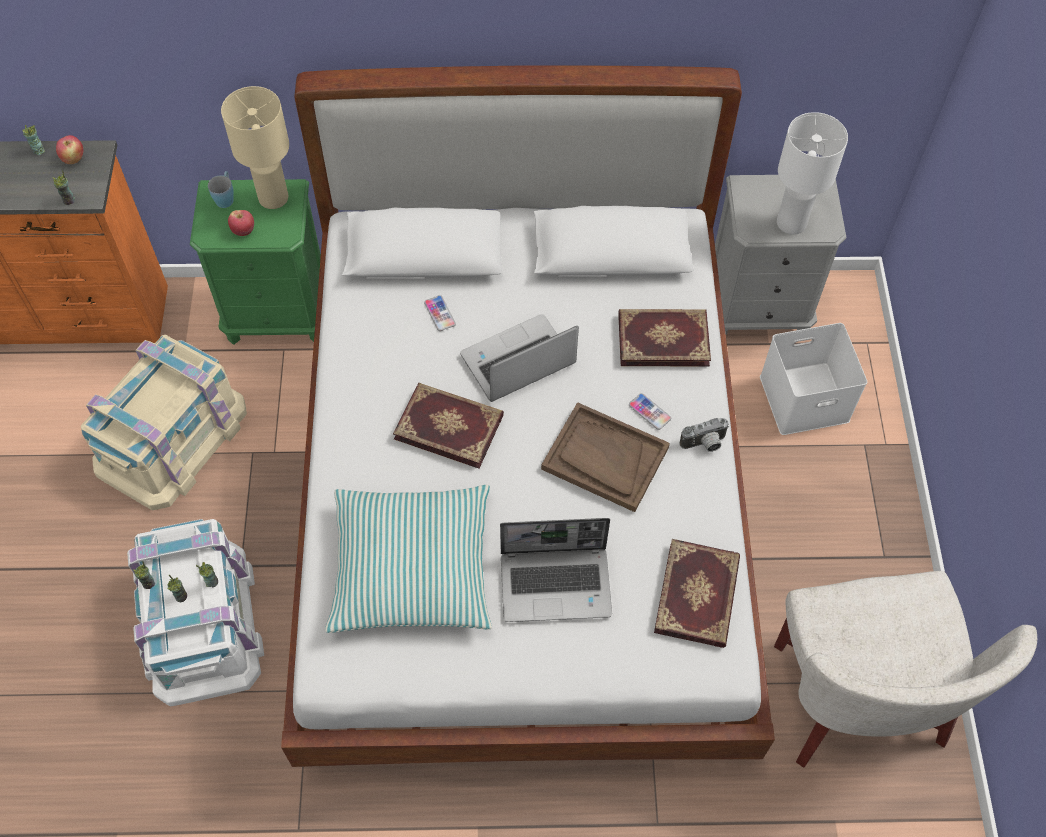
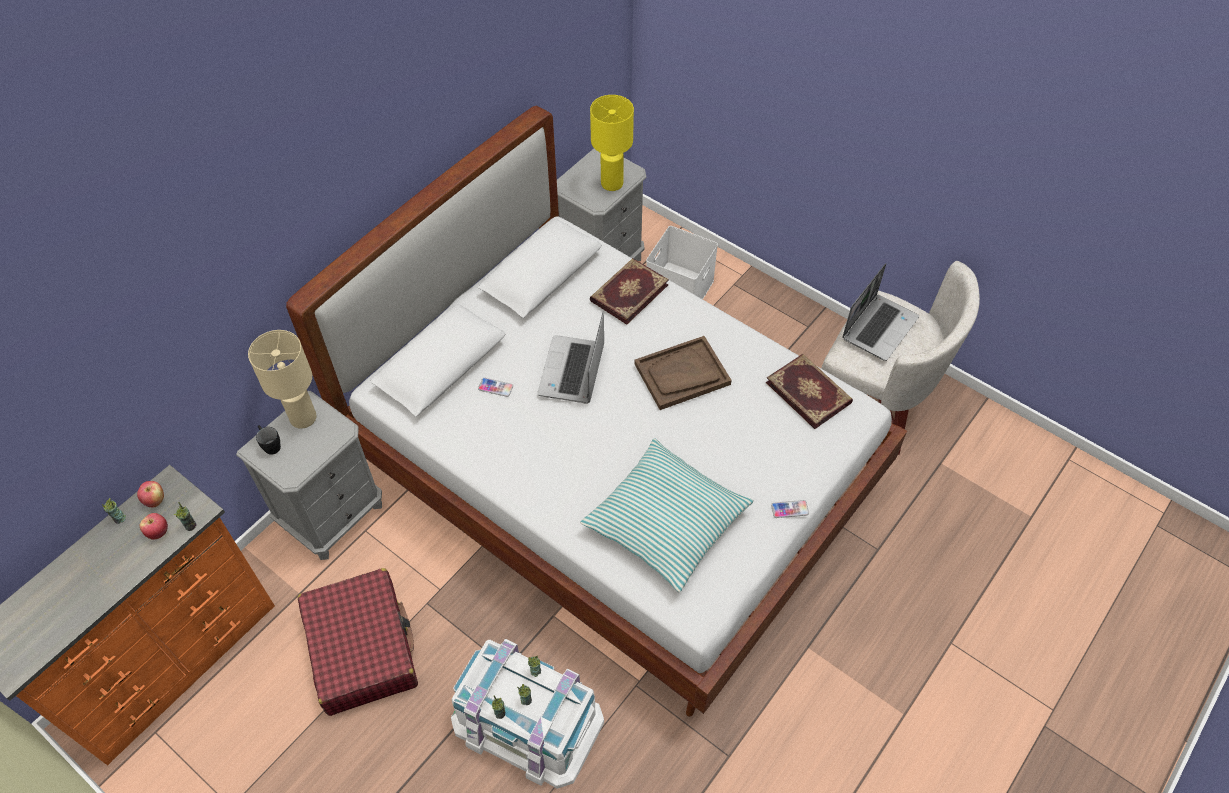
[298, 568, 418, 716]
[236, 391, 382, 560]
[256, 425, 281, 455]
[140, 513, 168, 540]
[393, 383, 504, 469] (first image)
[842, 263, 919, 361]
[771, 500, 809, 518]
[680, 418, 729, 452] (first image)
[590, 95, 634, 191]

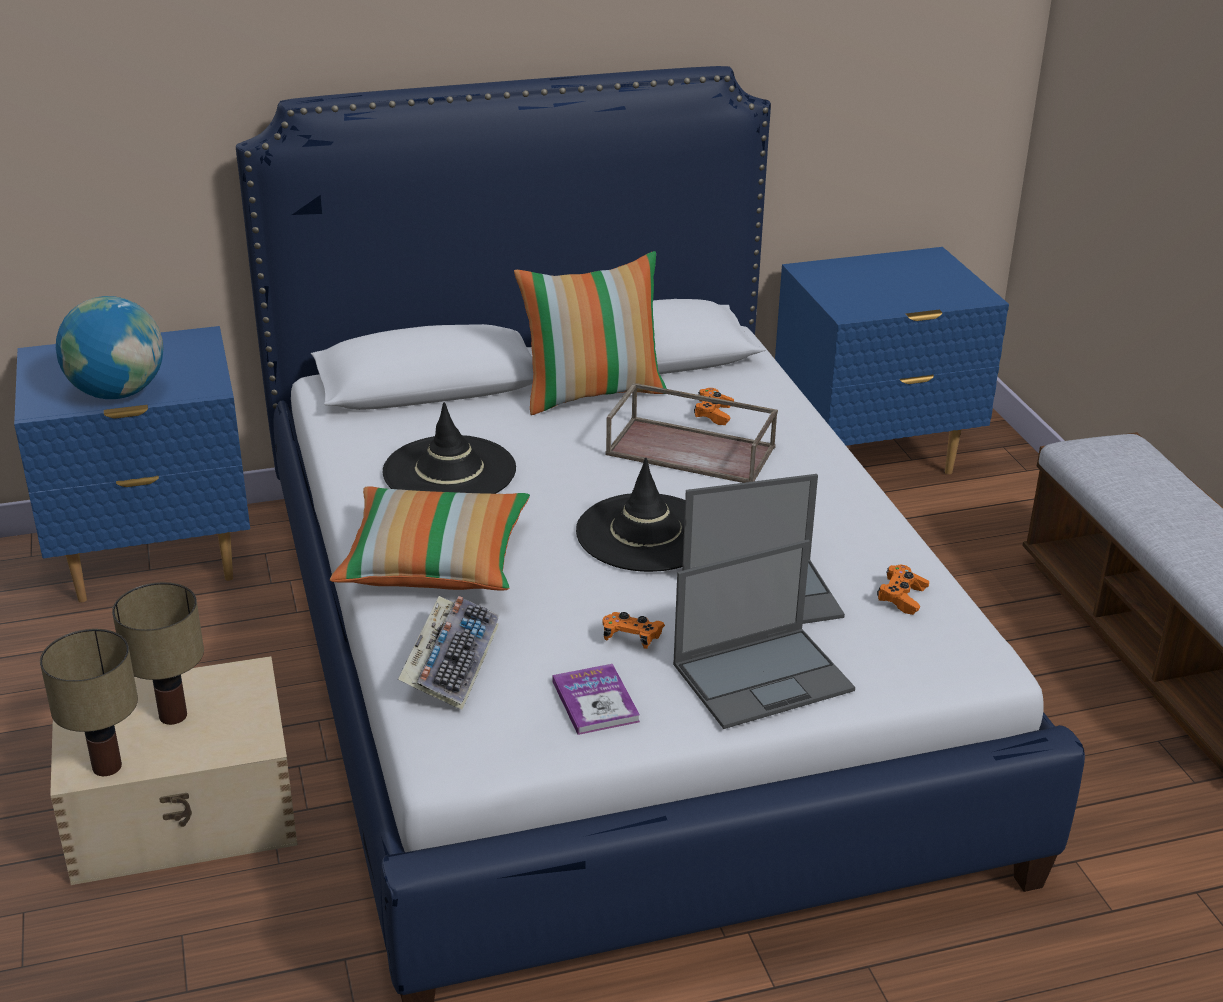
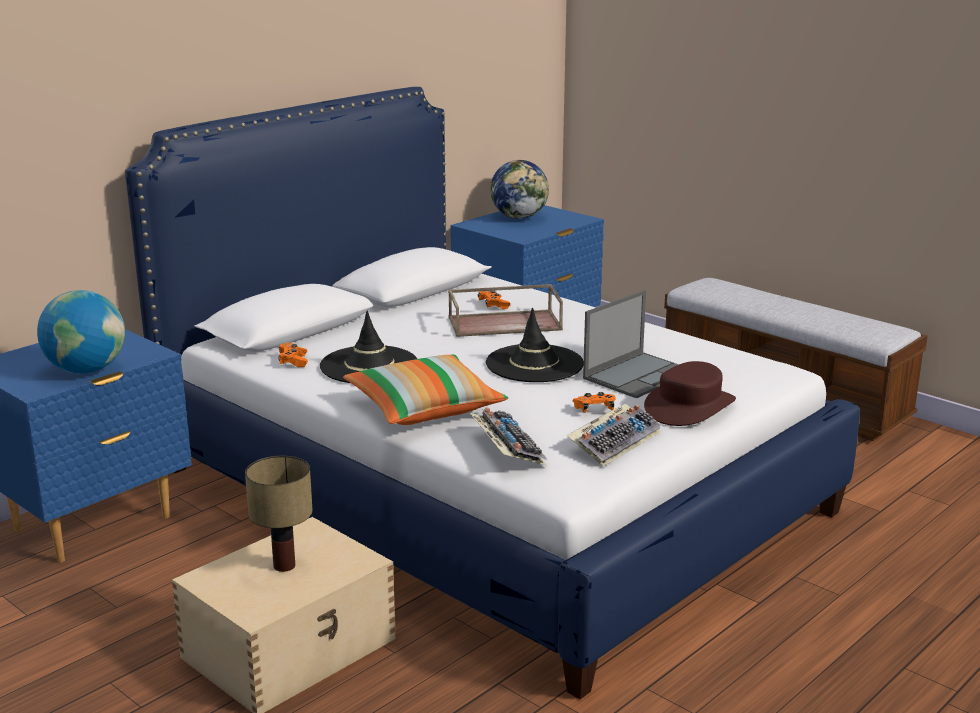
[40, 629, 138, 776] (first image)
[514, 251, 667, 415] (first image)
[567, 403, 662, 466]
[644, 361, 736, 426]
[278, 343, 308, 367]
[490, 160, 549, 219]

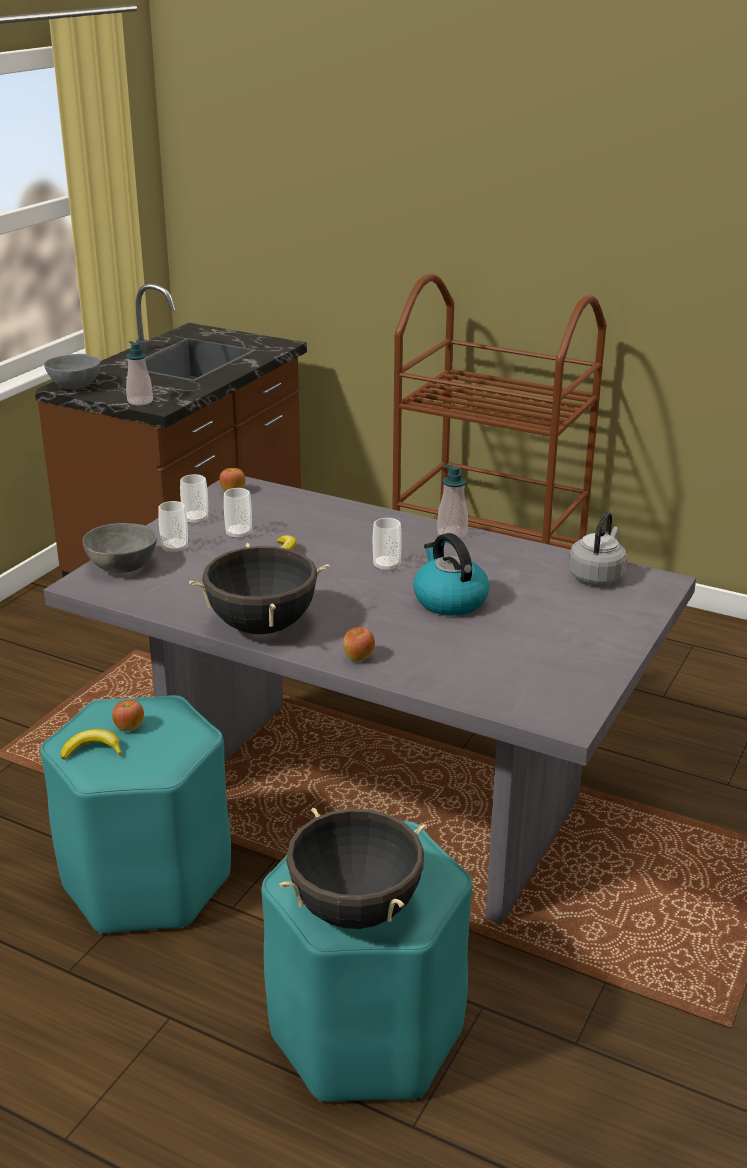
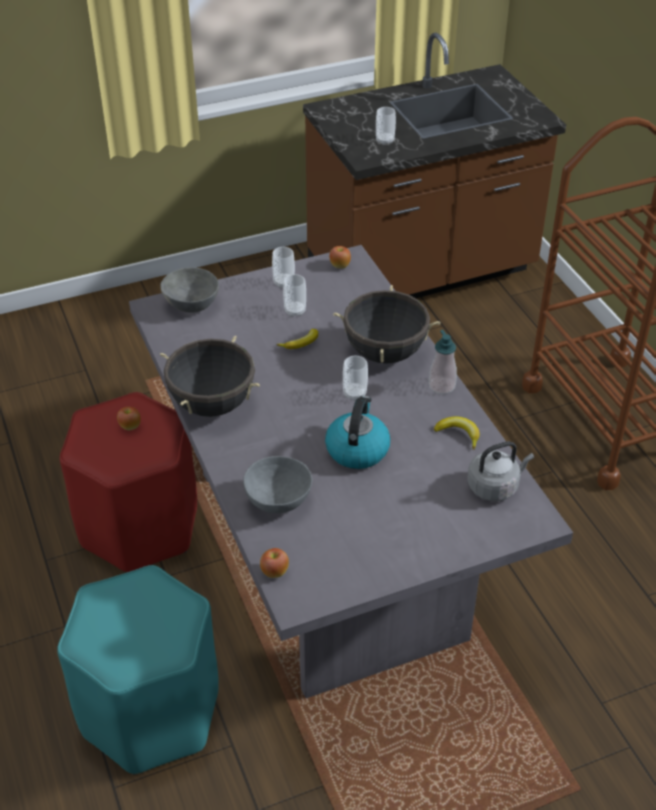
[60, 392, 197, 572]
[243, 456, 312, 513]
[434, 416, 480, 449]
[126, 341, 153, 405] (first image)
[376, 107, 396, 145]
[333, 285, 441, 364]
[260, 548, 289, 578]

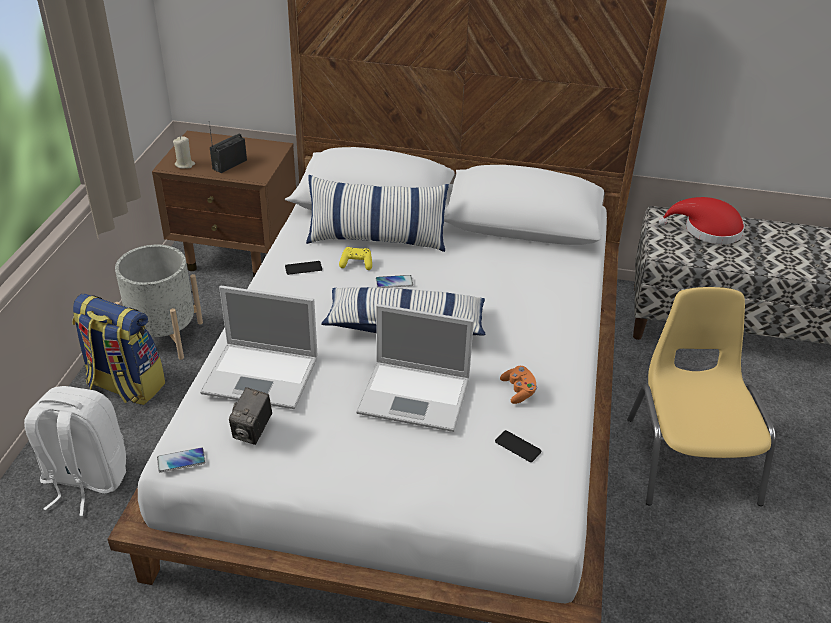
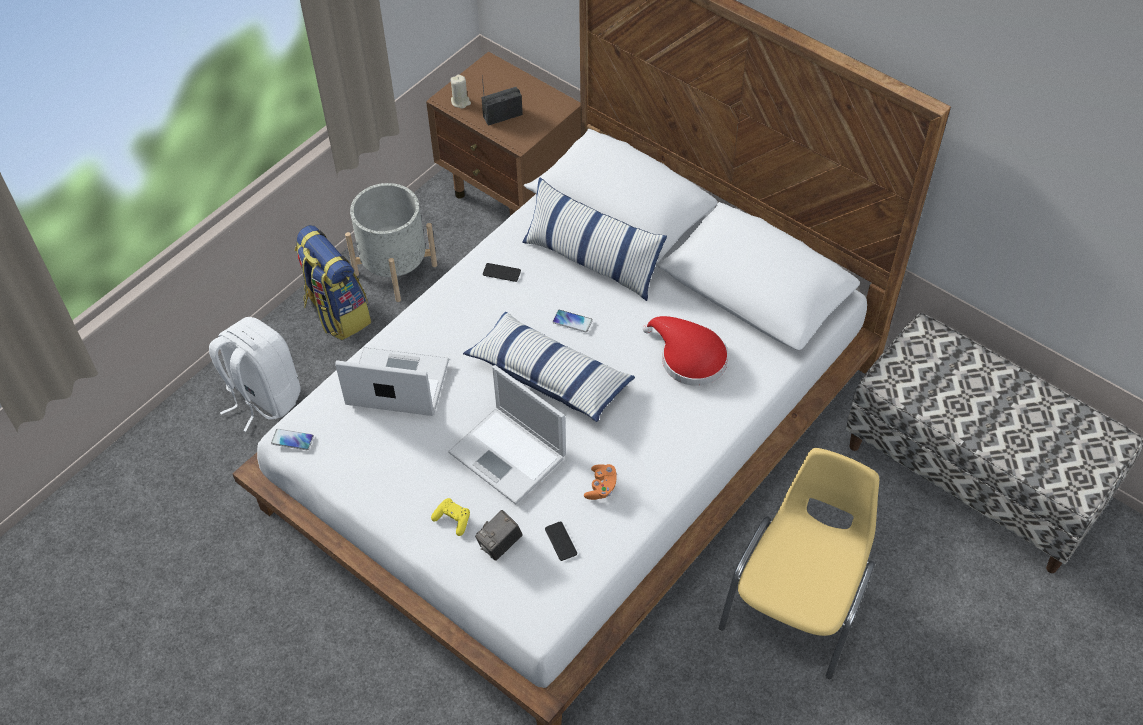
[335, 347, 449, 416]
[475, 510, 523, 561]
[431, 498, 470, 536]
[643, 316, 728, 386]

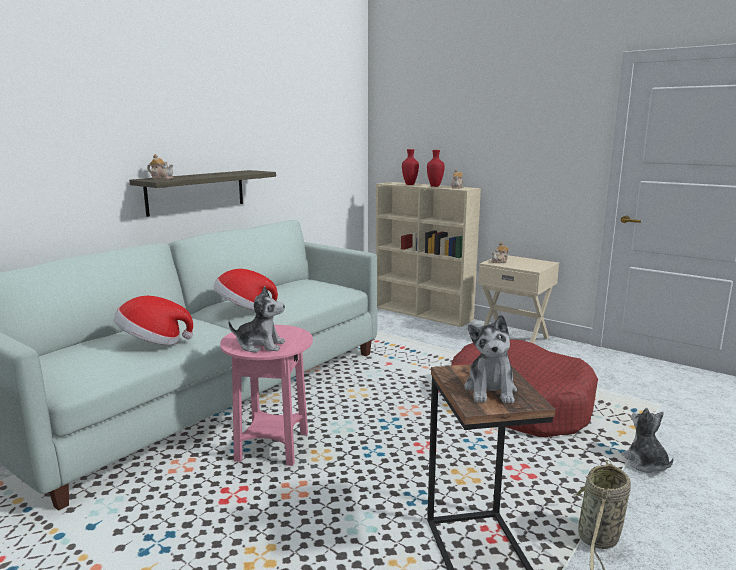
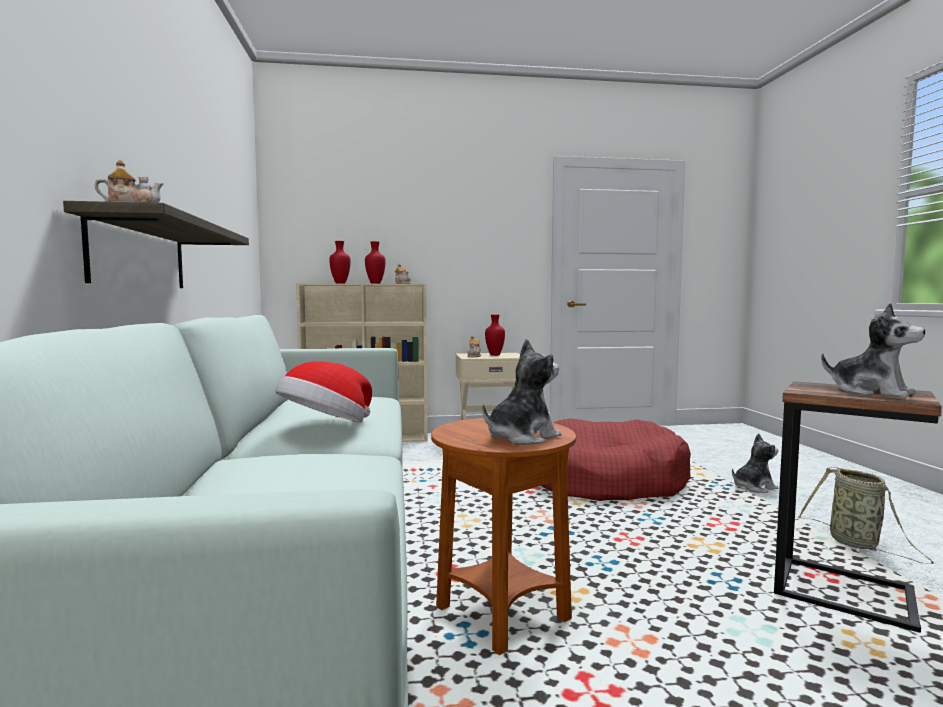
[113, 296, 193, 345] (first image)
[431, 418, 576, 655]
[732, 433, 778, 493]
[485, 314, 505, 356]

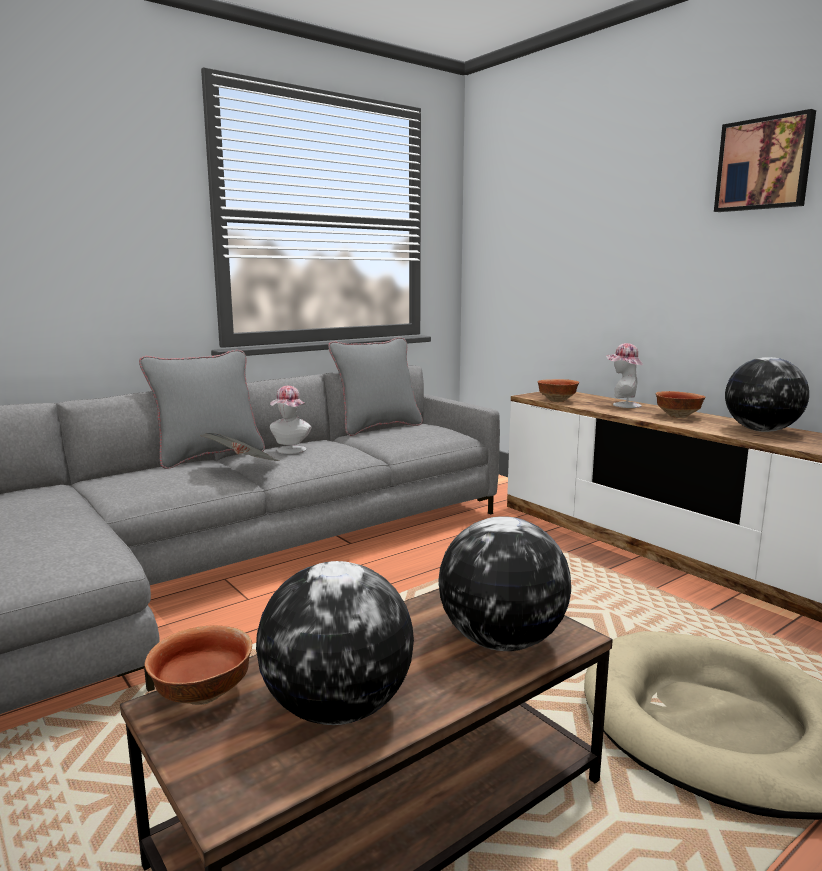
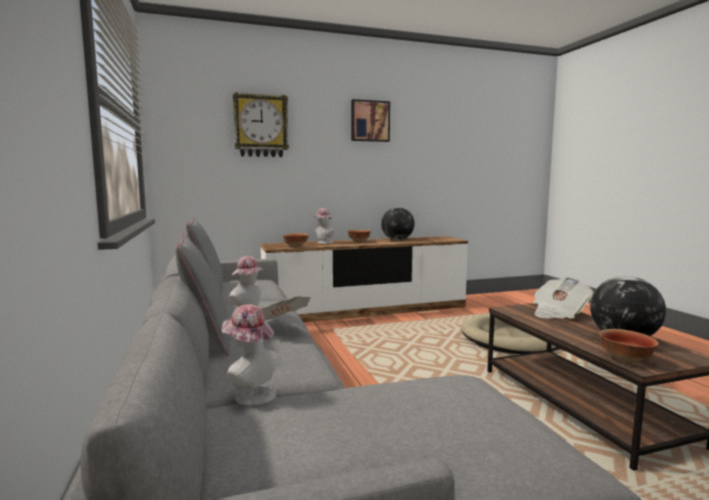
[533, 277, 593, 319]
[222, 304, 279, 406]
[233, 92, 289, 157]

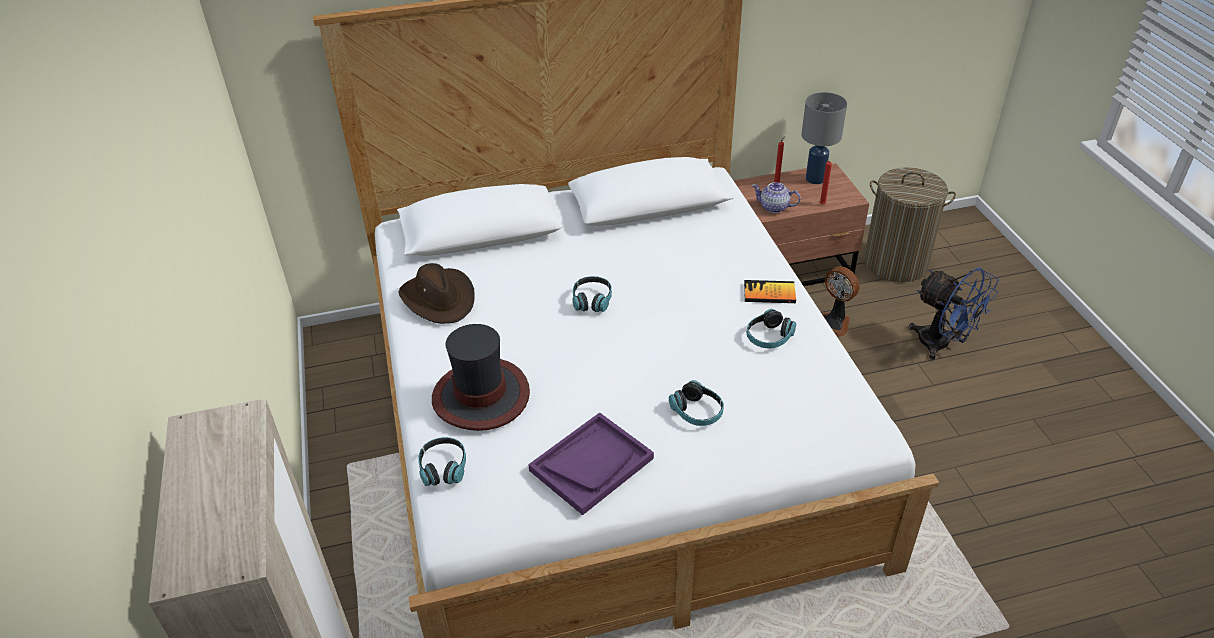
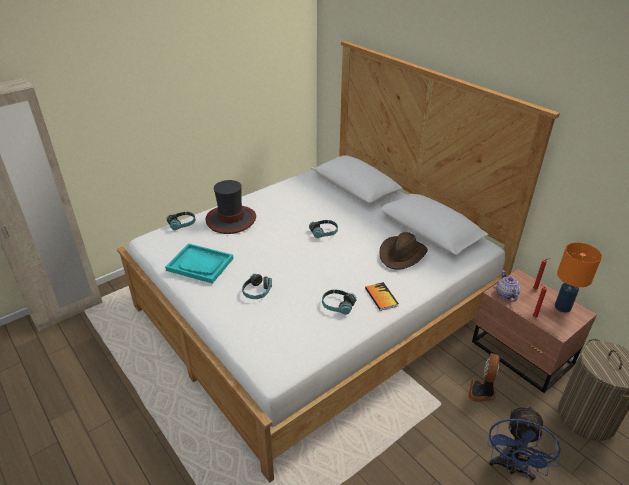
[380, 232, 428, 269]
[165, 243, 234, 284]
[555, 242, 602, 313]

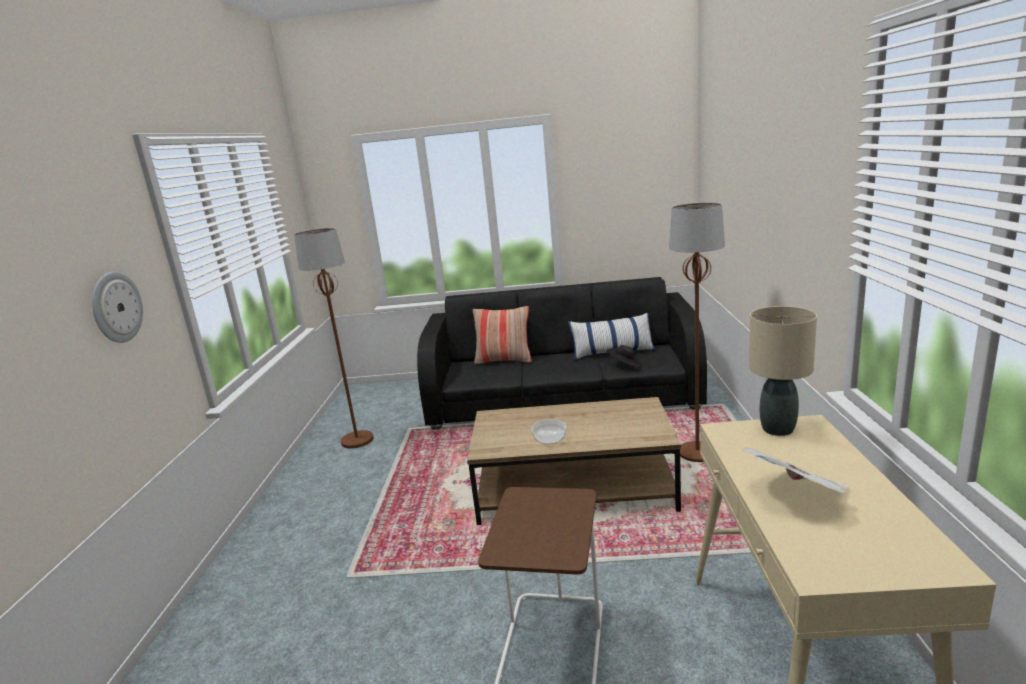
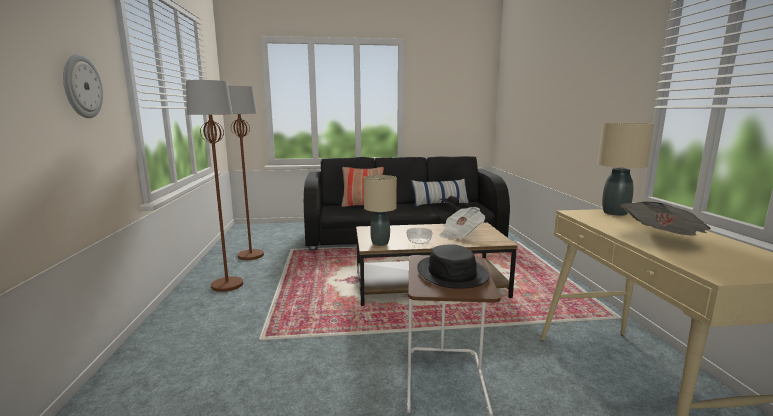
[186, 80, 243, 292]
[364, 175, 397, 246]
[417, 244, 489, 289]
[439, 207, 485, 239]

